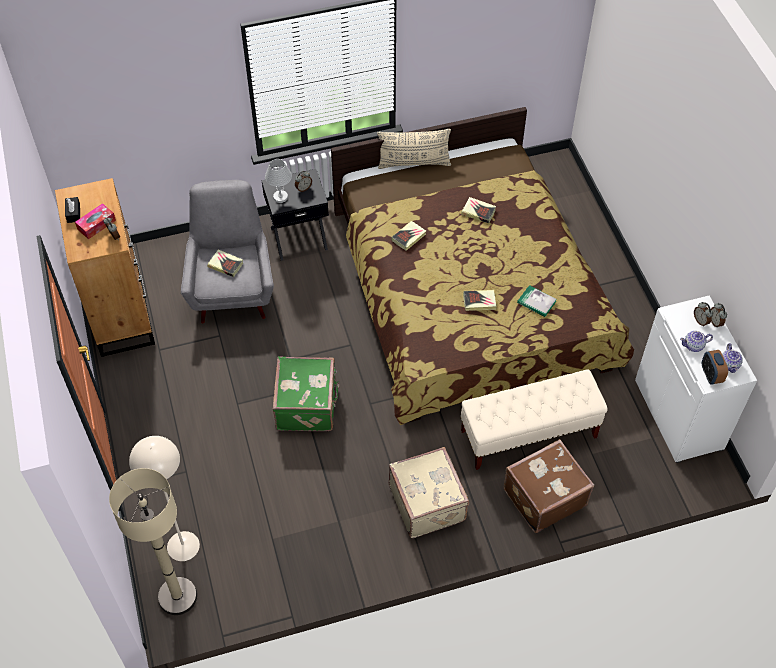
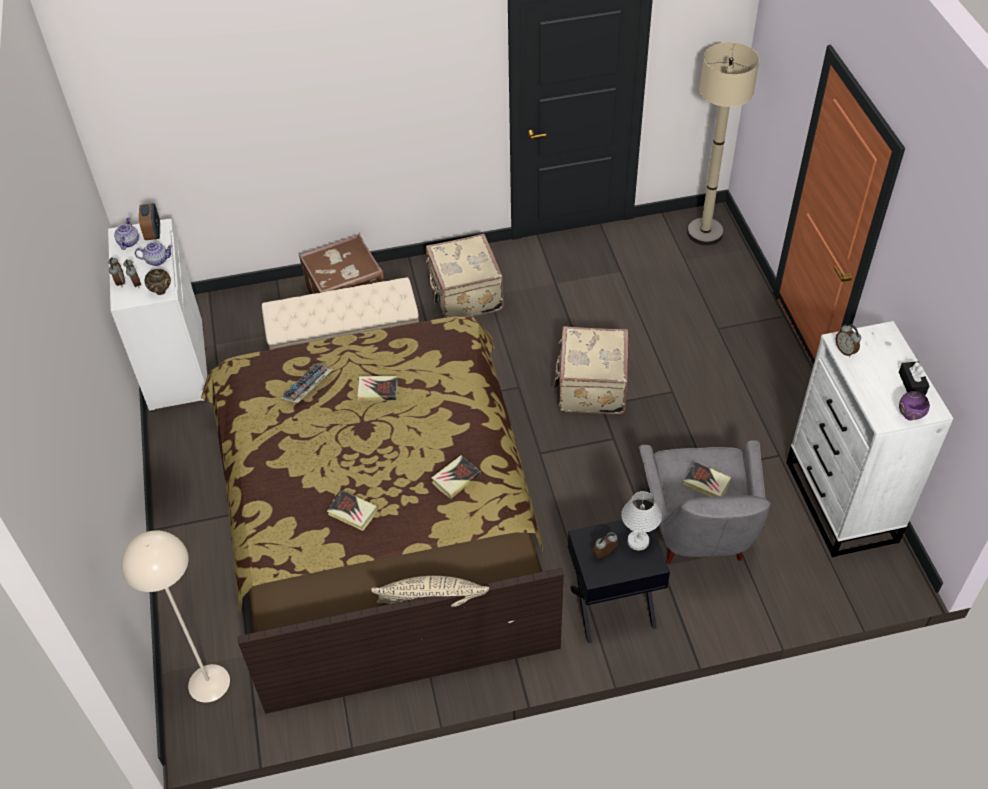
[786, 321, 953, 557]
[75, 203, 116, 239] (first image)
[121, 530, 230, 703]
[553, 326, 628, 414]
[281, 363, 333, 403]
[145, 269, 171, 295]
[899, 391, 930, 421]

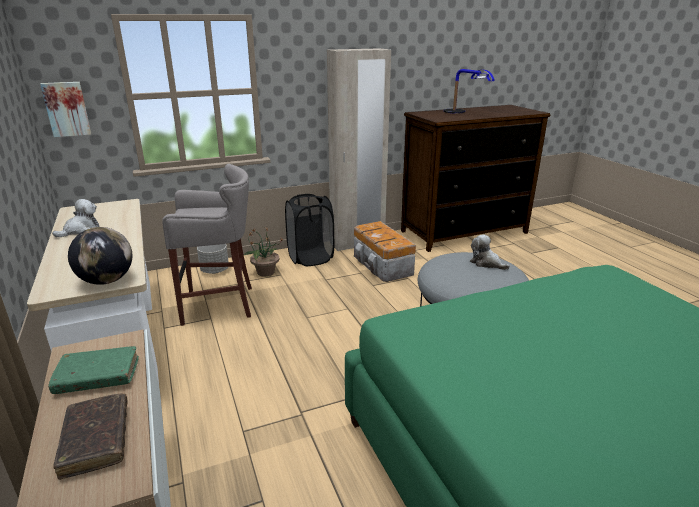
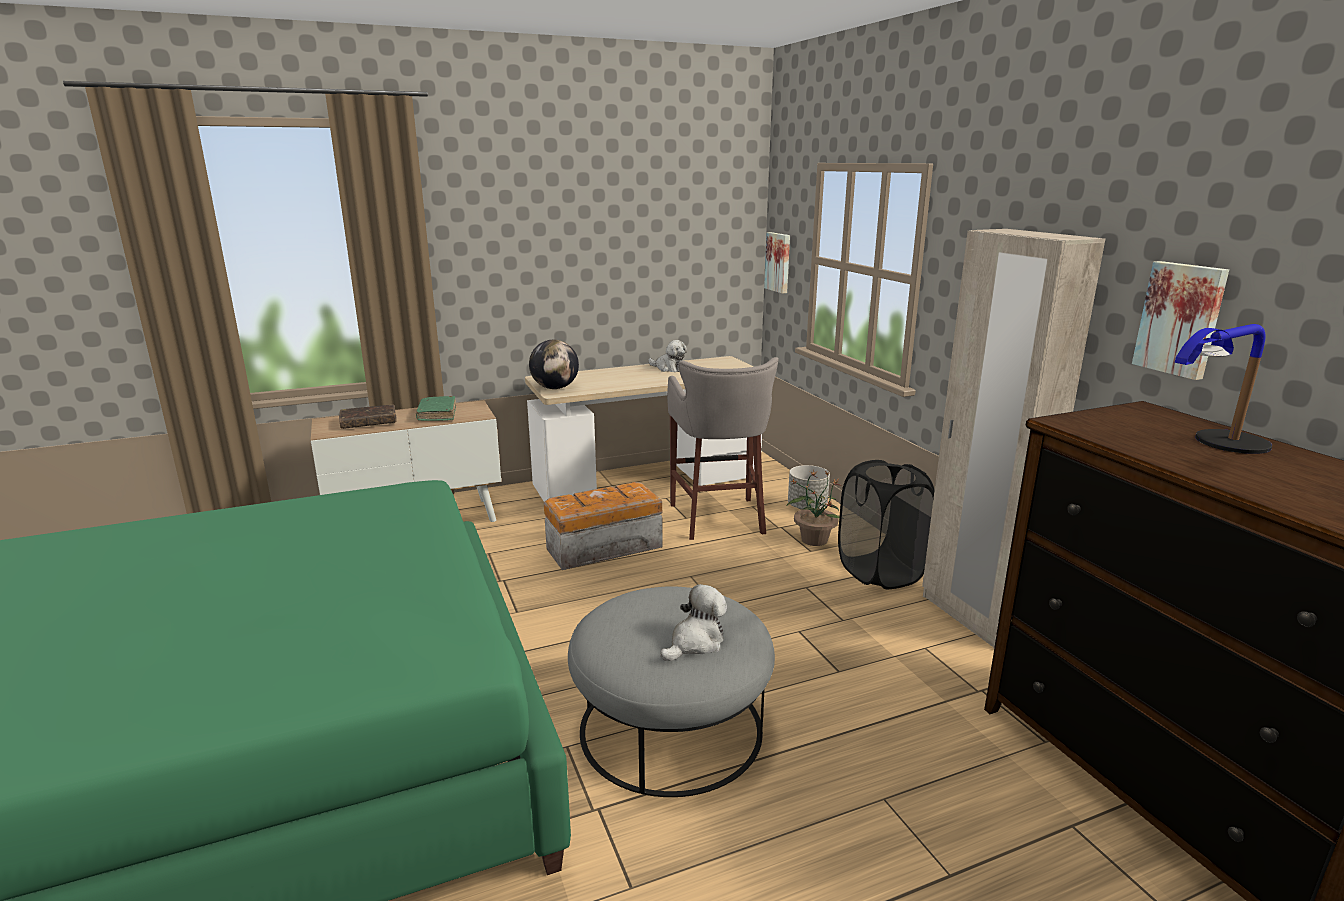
[544, 482, 663, 570]
[1132, 261, 1229, 380]

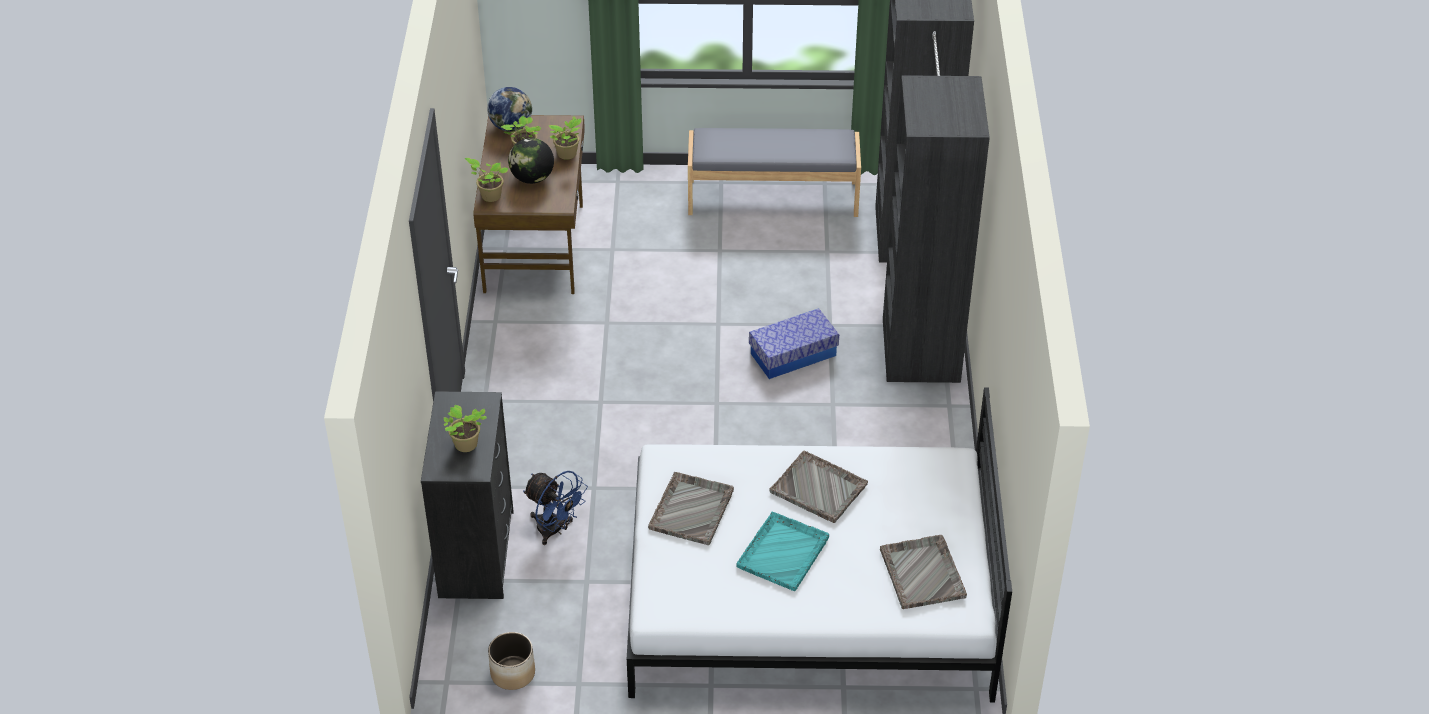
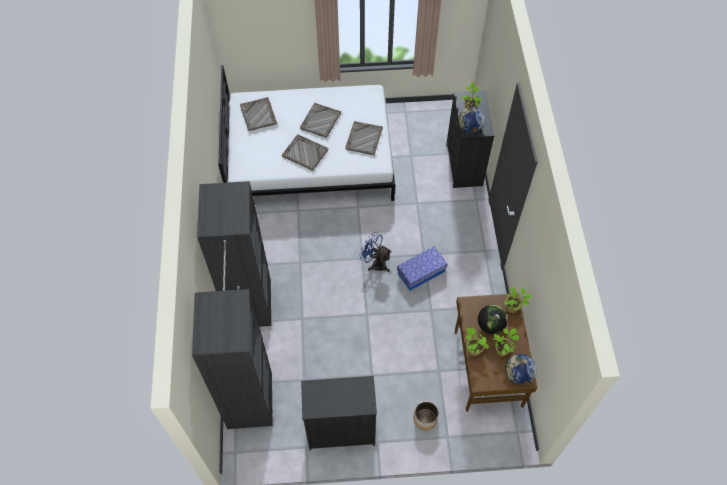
[413, 401, 439, 430]
[359, 232, 391, 272]
[301, 376, 377, 451]
[300, 103, 341, 138]
[397, 246, 447, 291]
[458, 107, 485, 133]

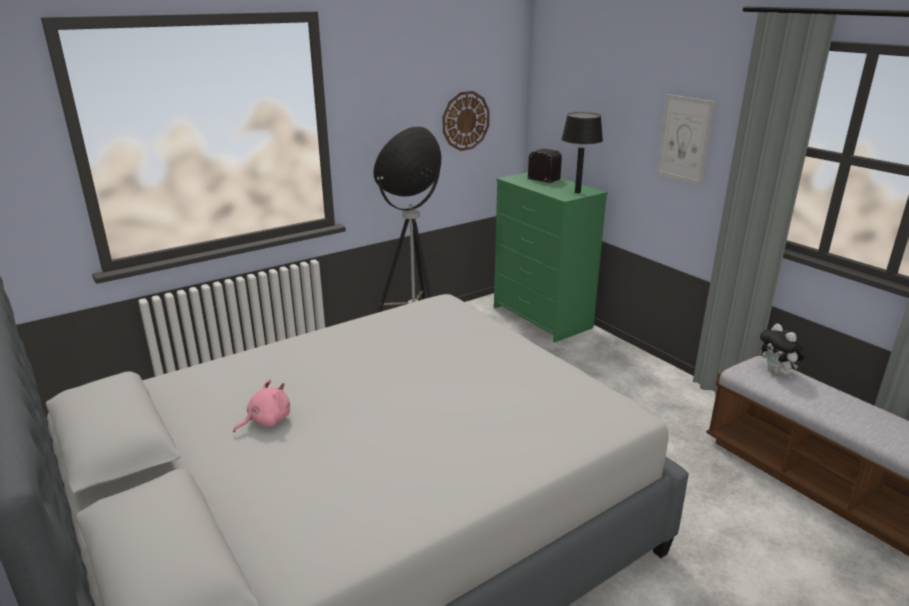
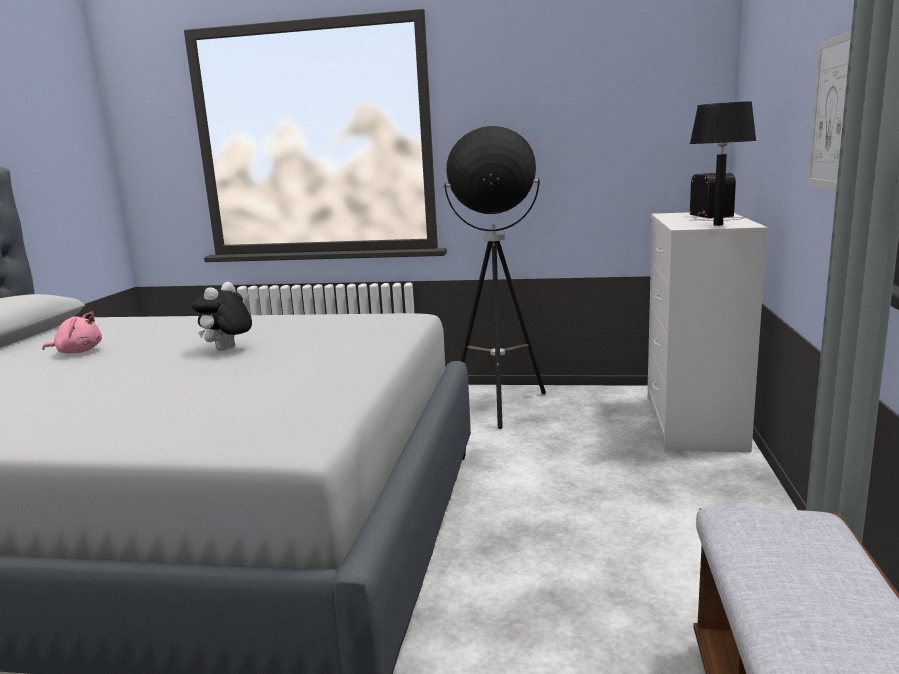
[443, 91, 490, 151] (first image)
[647, 212, 768, 452]
[192, 282, 252, 351]

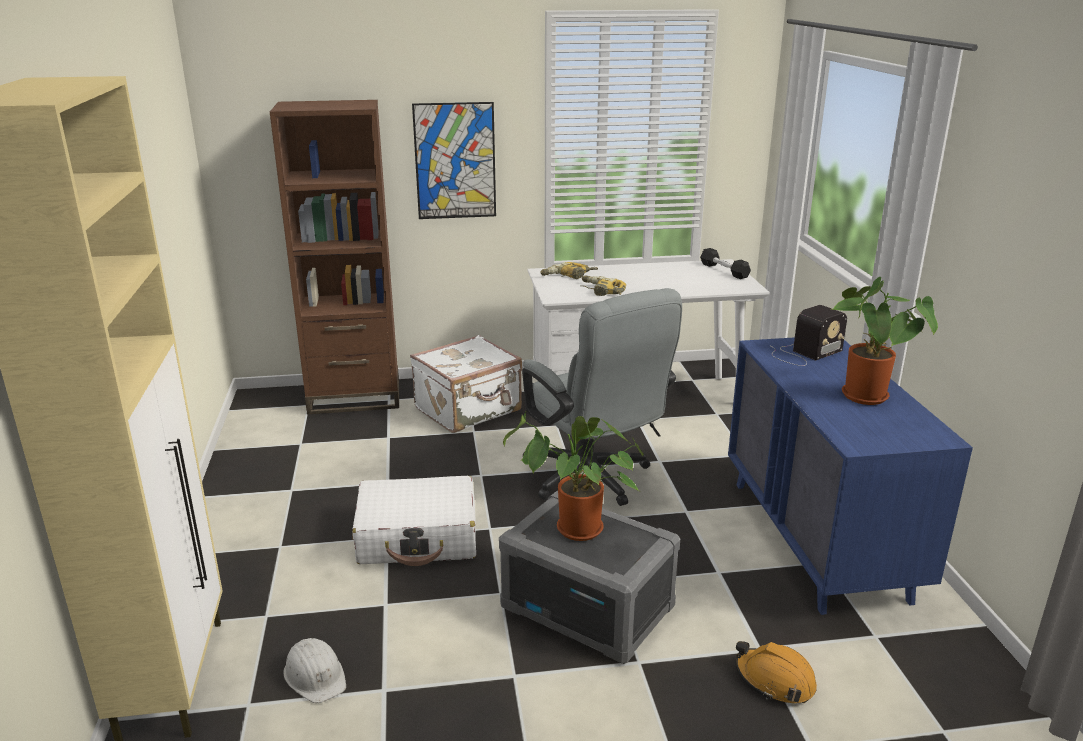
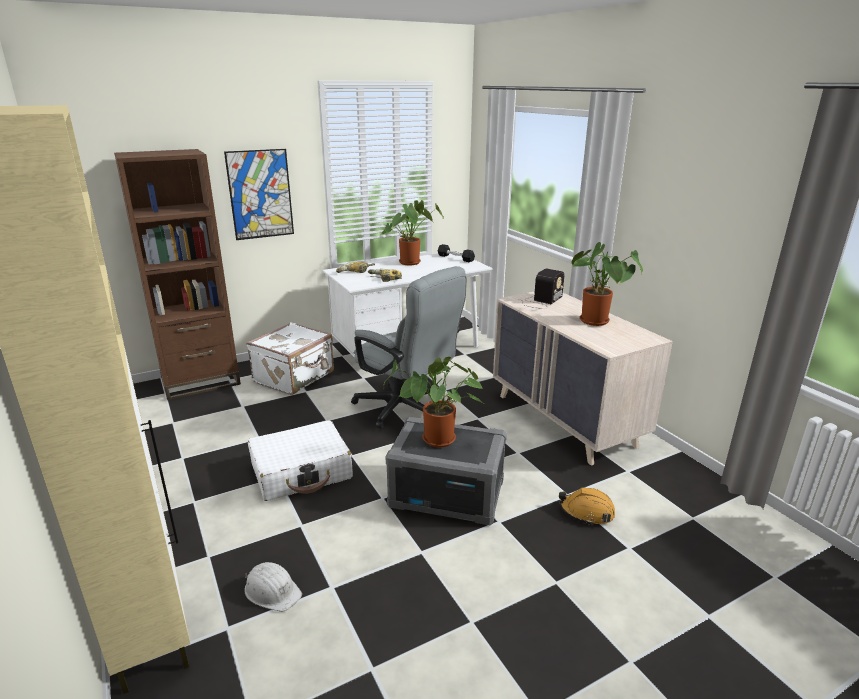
[493, 291, 673, 466]
[382, 200, 444, 265]

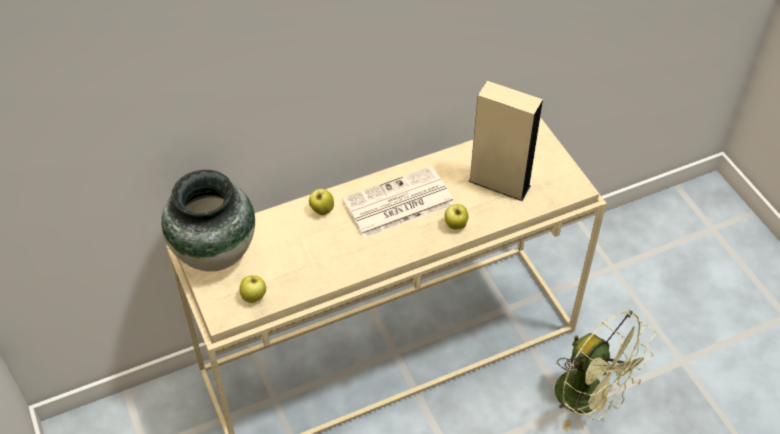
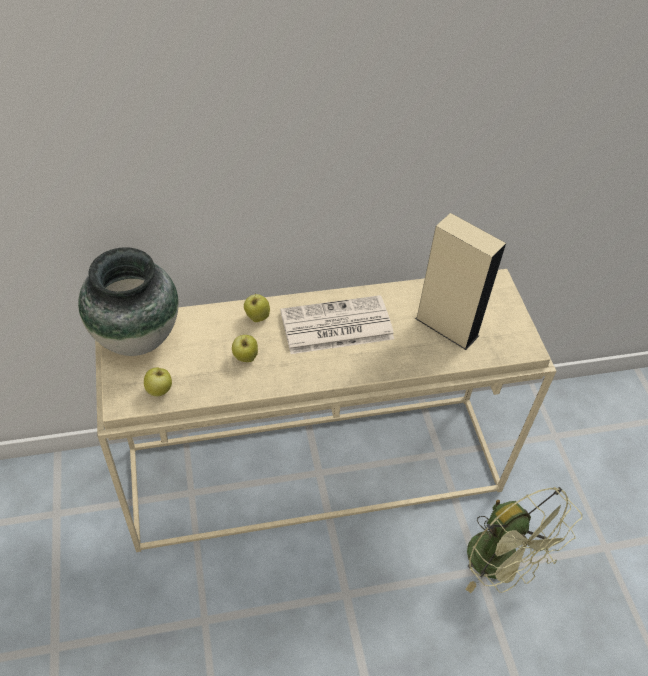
[232, 335, 258, 362]

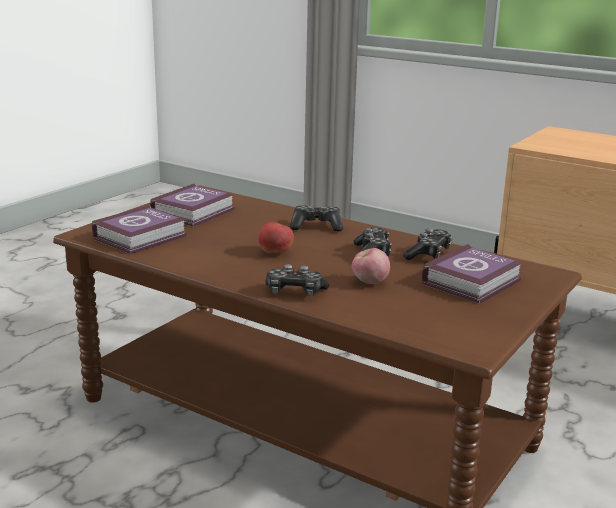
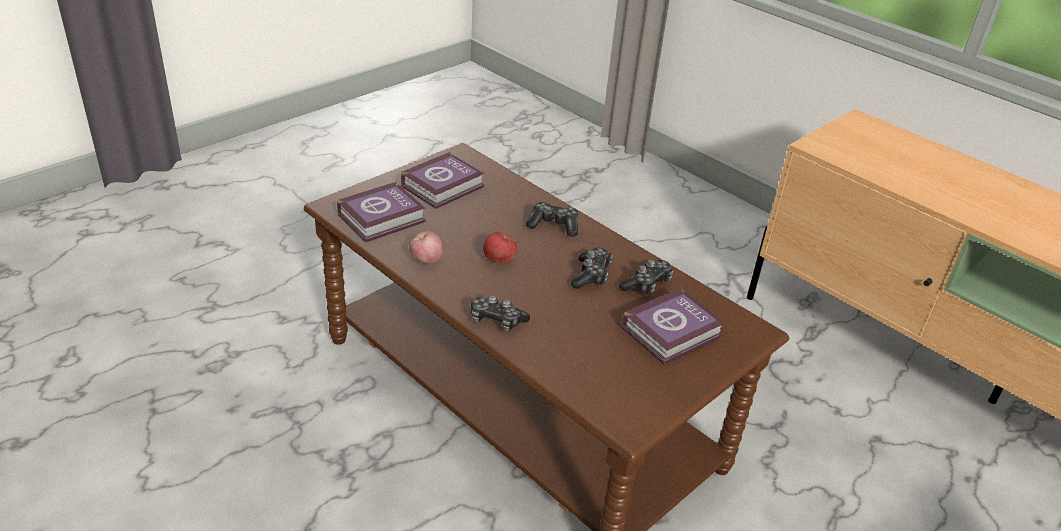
[409, 232, 443, 264]

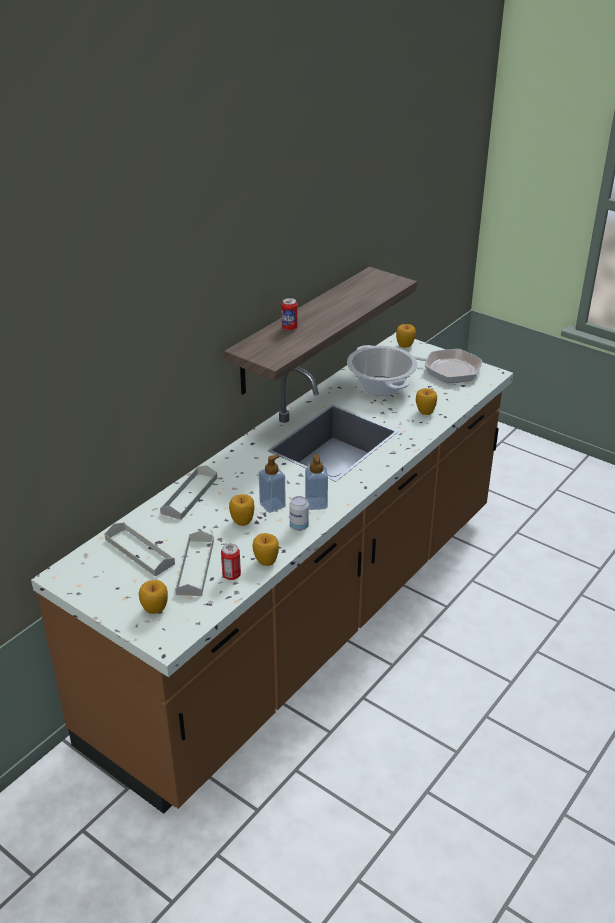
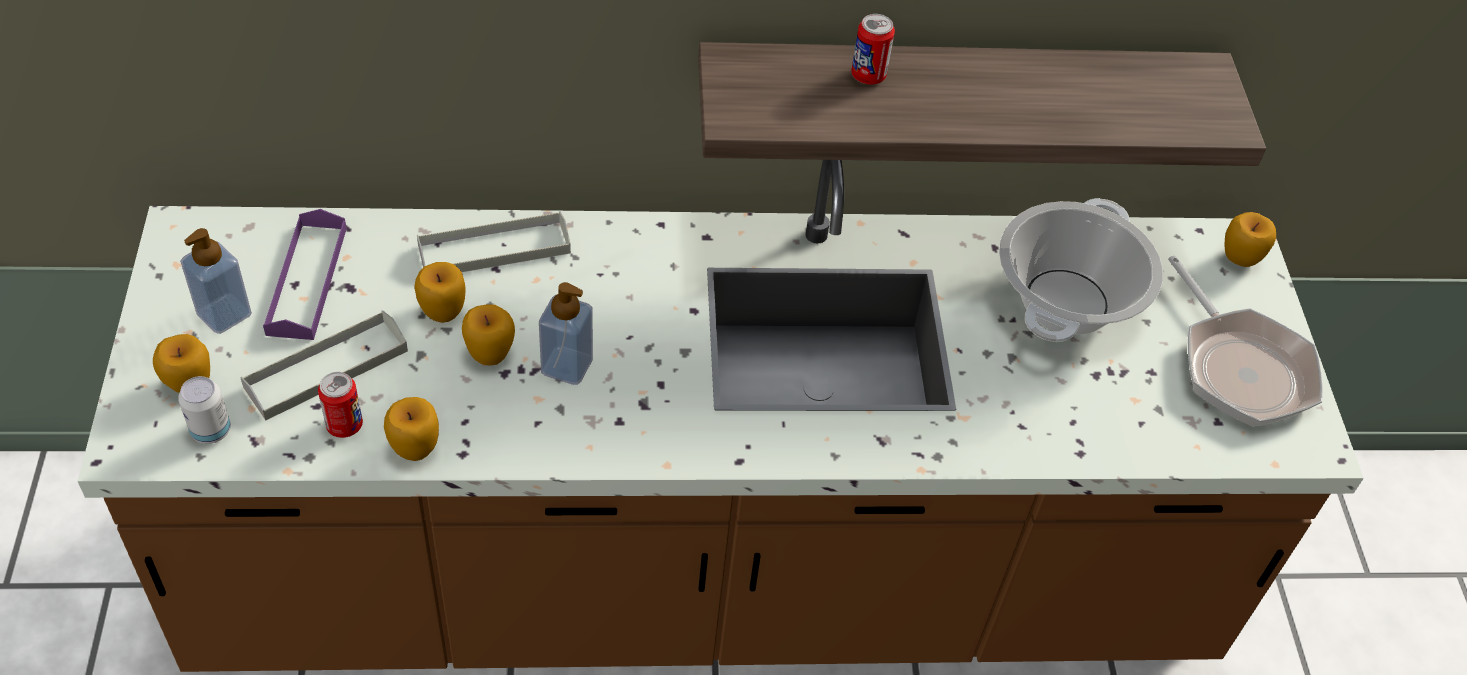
[263, 209, 347, 340]
[178, 376, 231, 444]
[180, 228, 252, 334]
[414, 262, 466, 323]

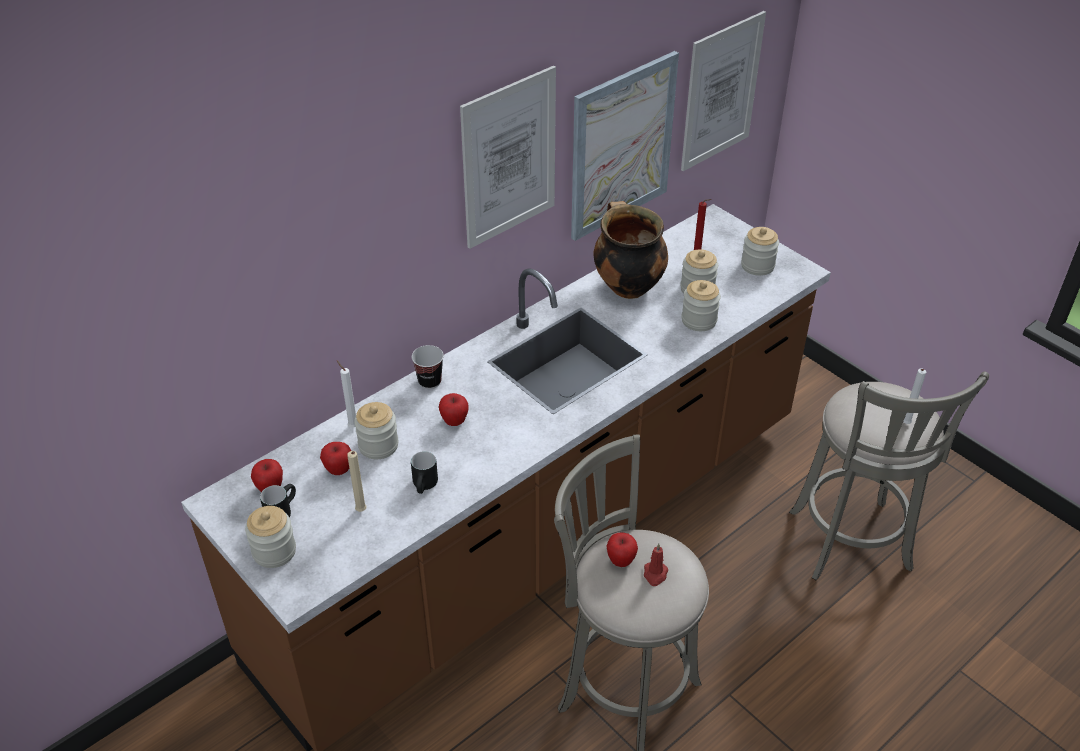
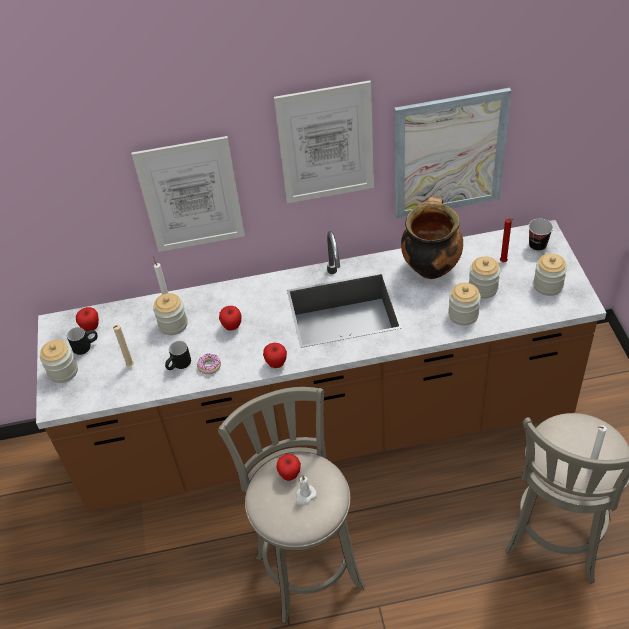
[263, 343, 287, 368]
[528, 218, 553, 251]
[296, 476, 317, 505]
[132, 136, 245, 252]
[197, 353, 221, 375]

